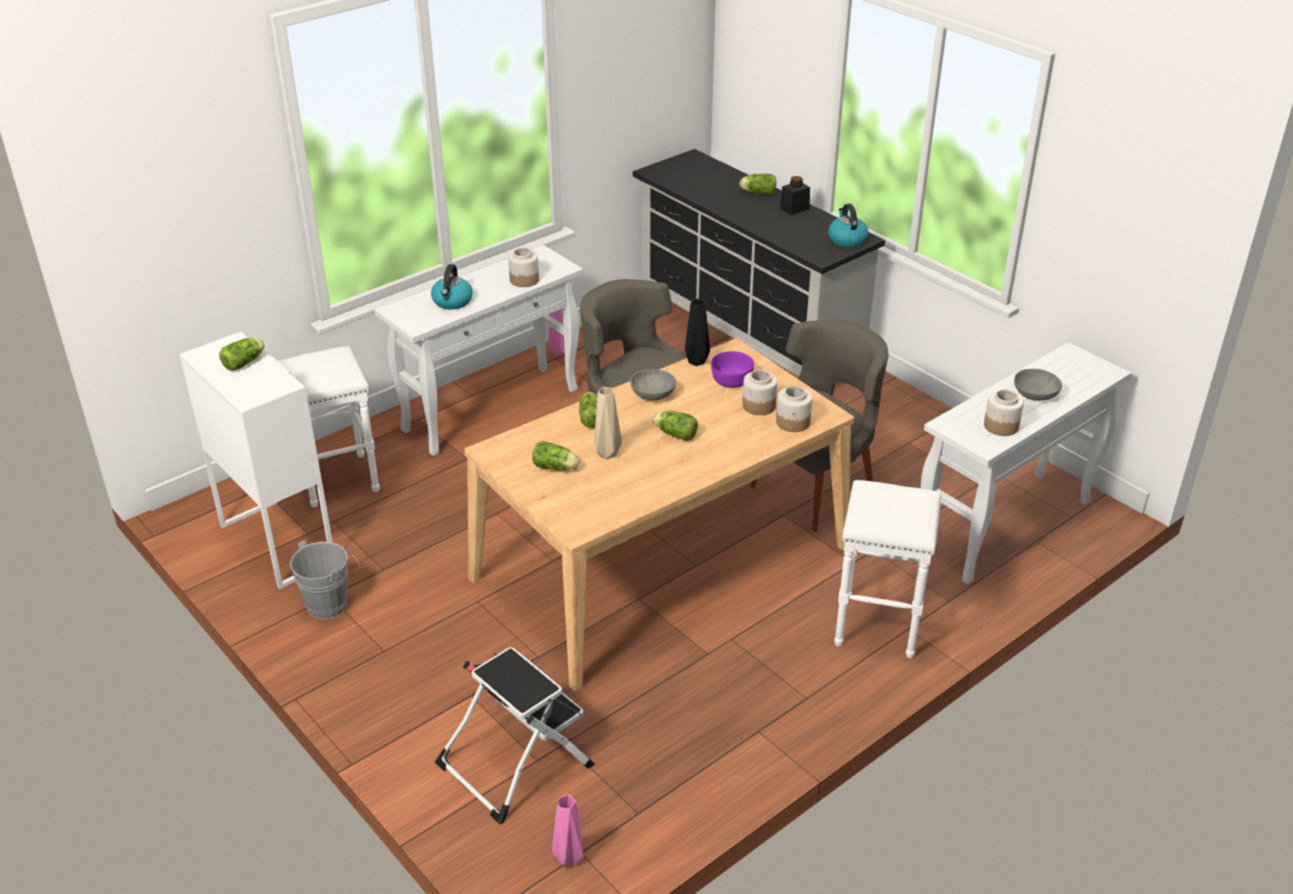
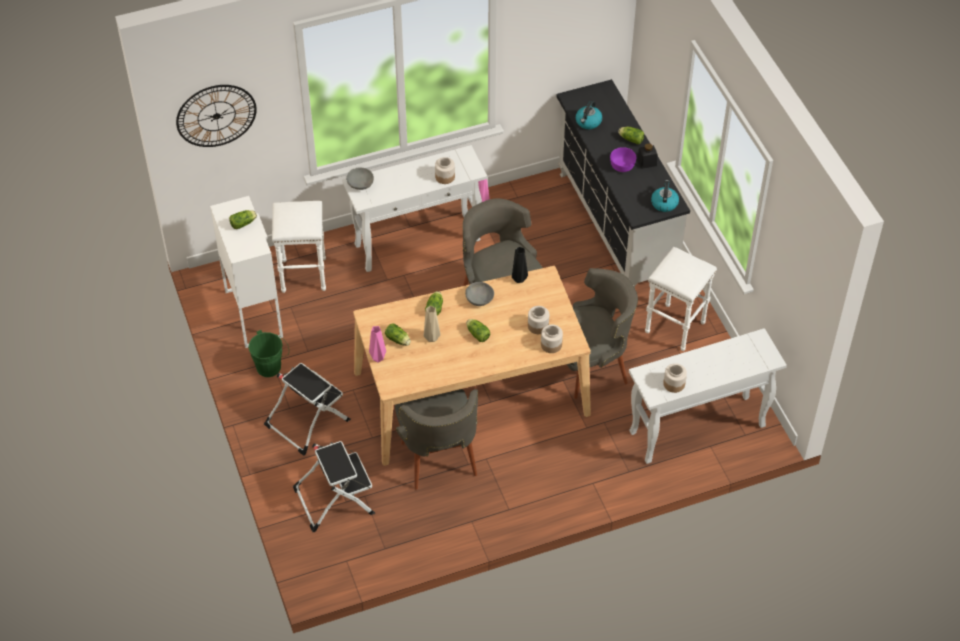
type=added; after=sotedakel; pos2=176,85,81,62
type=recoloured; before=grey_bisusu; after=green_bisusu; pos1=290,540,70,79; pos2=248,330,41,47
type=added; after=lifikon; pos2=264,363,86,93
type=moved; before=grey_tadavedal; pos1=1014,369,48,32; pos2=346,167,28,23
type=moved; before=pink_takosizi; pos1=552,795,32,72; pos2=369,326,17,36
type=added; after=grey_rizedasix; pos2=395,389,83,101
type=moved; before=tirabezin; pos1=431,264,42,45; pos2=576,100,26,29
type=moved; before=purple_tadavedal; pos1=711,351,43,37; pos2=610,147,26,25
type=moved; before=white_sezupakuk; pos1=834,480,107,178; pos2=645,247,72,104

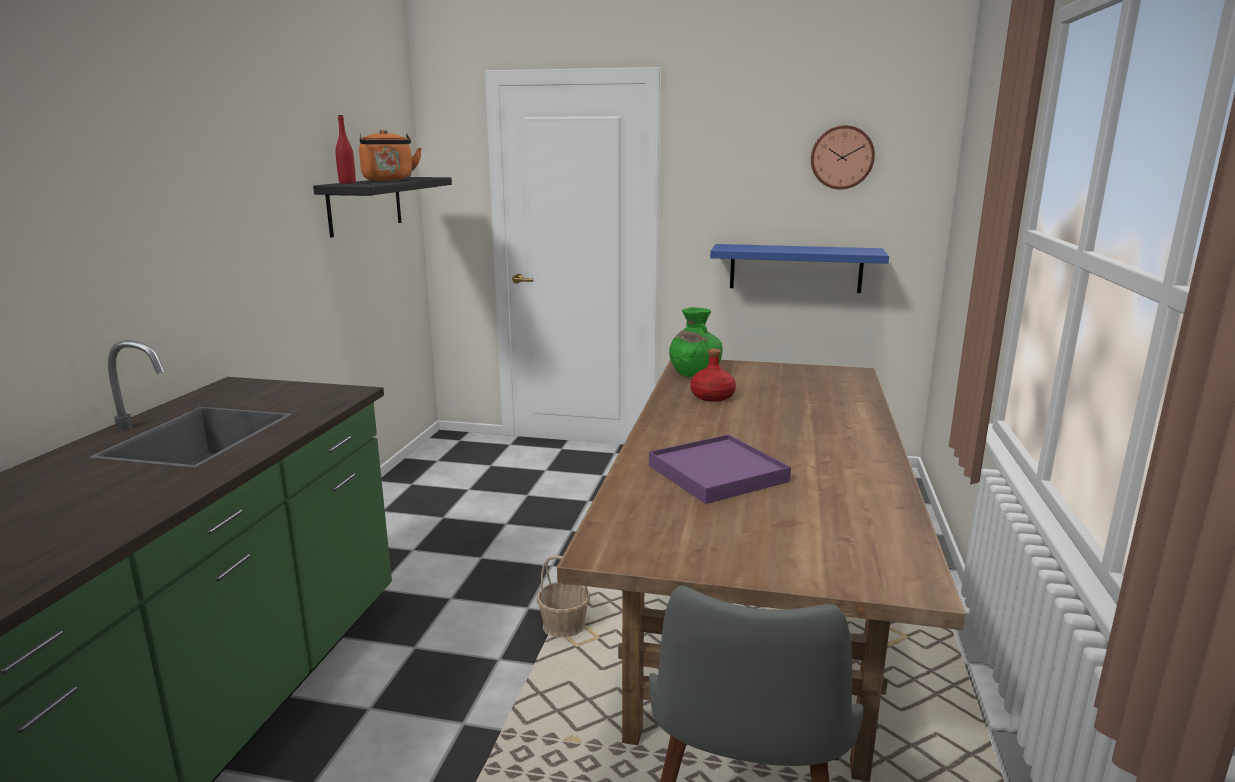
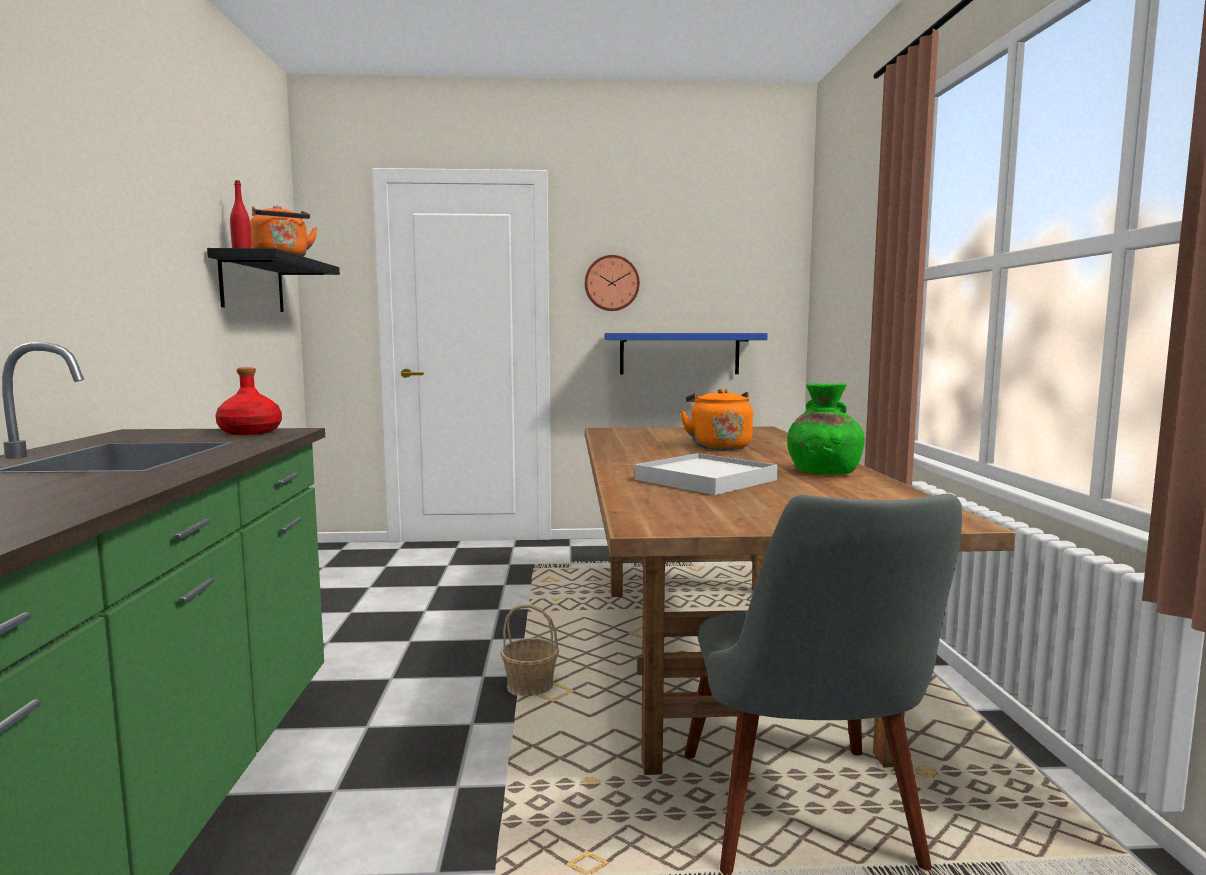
type=moved; before=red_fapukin; pos1=690,349,46,53; pos2=215,367,67,68
type=moved; before=sotedakel; pos1=811,125,64,64; pos2=585,255,55,56
type=recoloured; before=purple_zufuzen; after=white_zufuzen; pos1=649,434,142,70; pos2=635,453,142,42
type=added; after=orange_tirabezin; pos2=680,388,73,62
type=moved; before=green_takosizi; pos1=669,307,54,70; pos2=787,383,77,92

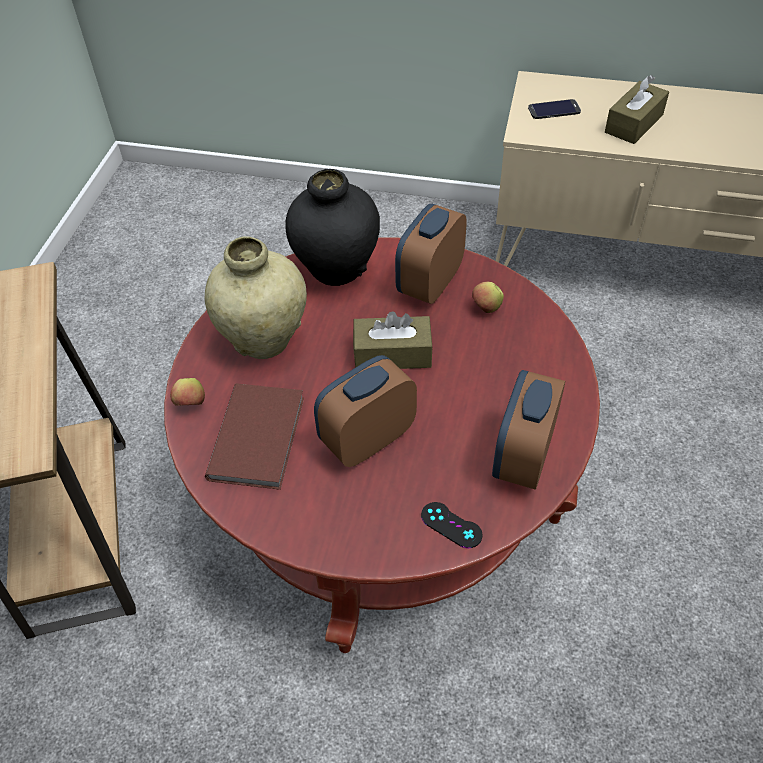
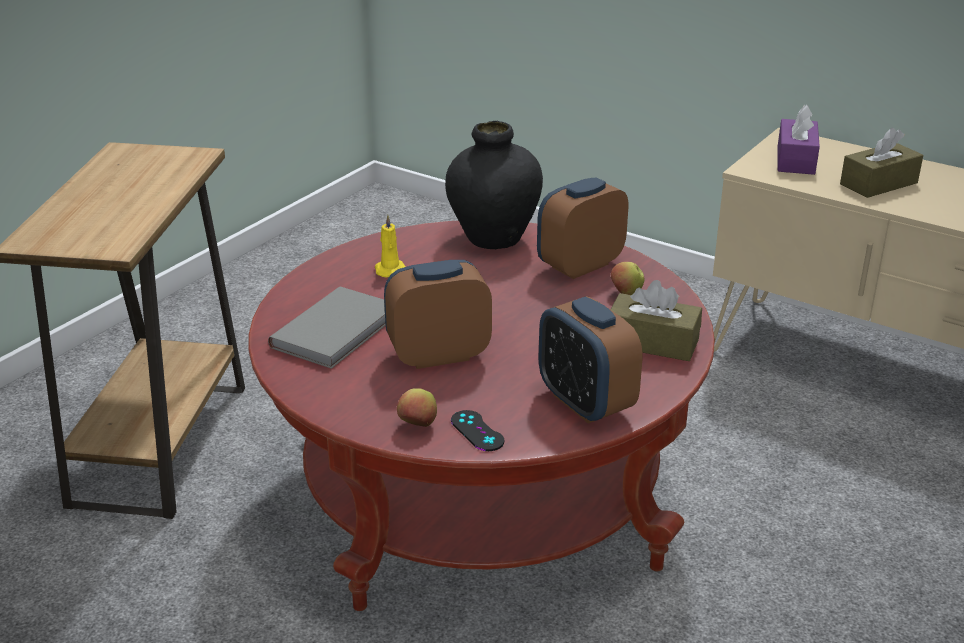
type=recoloured; before=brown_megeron; after=grey_megeron; pos1=205,384,99,106; pos2=268,286,118,83
type=replaced; before=beige_takosizi; after=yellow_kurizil; pos1=205,236,102,123; pos2=375,215,31,63
type=moved; before=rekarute; pos1=170,378,35,28; pos2=396,388,41,39
type=turned; before=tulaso; pos1=492,370,73,120; pos2=539,296,103,128; turn=-75
type=moved; before=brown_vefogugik; pos1=353,311,80,58; pos2=610,280,92,81
type=replaced; before=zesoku; after=purple_vefogugik; pos1=528,99,53,20; pos2=778,105,42,70

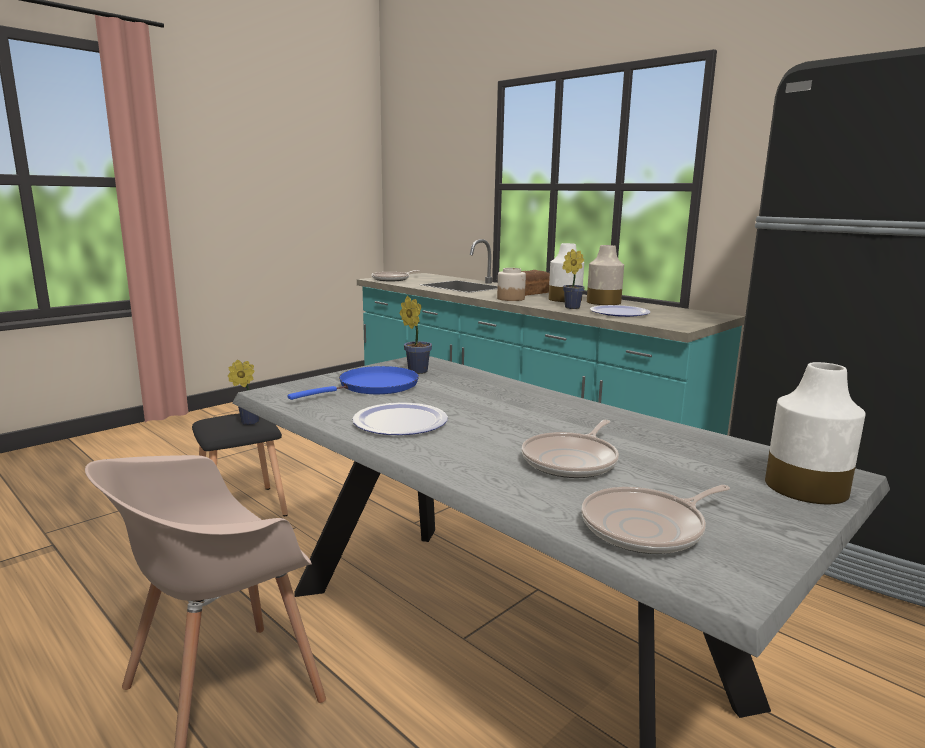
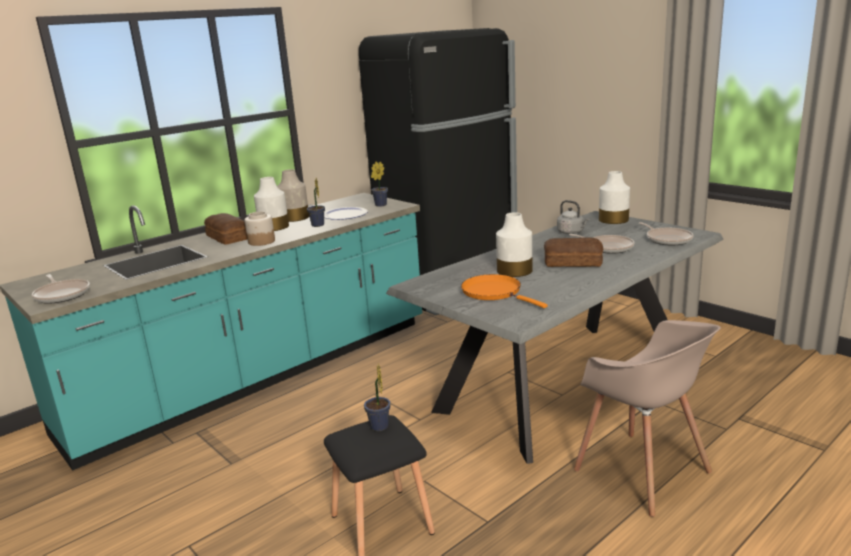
type=moved; before=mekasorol; pos1=399,296,33,78; pos2=371,162,17,45
type=recoloured; before=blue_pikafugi; after=orange_pikafugi; pos1=288,366,131,34; pos2=461,274,86,34
type=added; after=white_takosizi; pos2=496,212,36,65
type=added; after=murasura; pos2=544,237,59,30
type=added; after=grey_tirabezin; pos2=557,200,32,34
type=removed; before=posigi; pos1=352,402,96,33

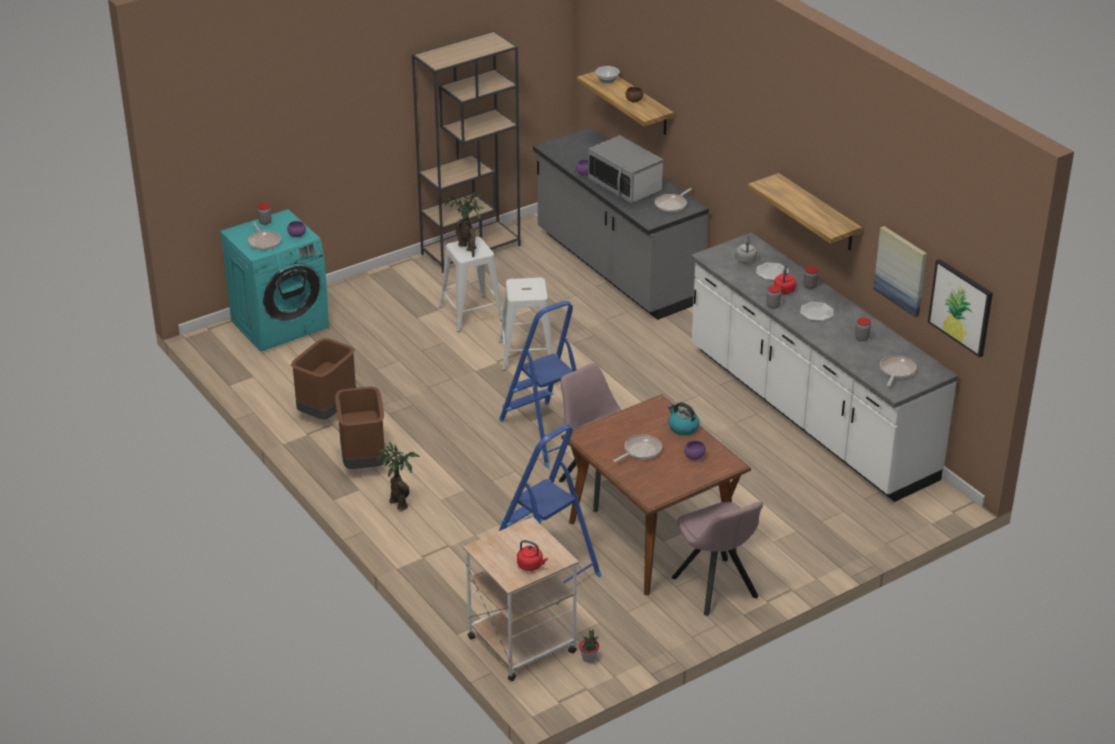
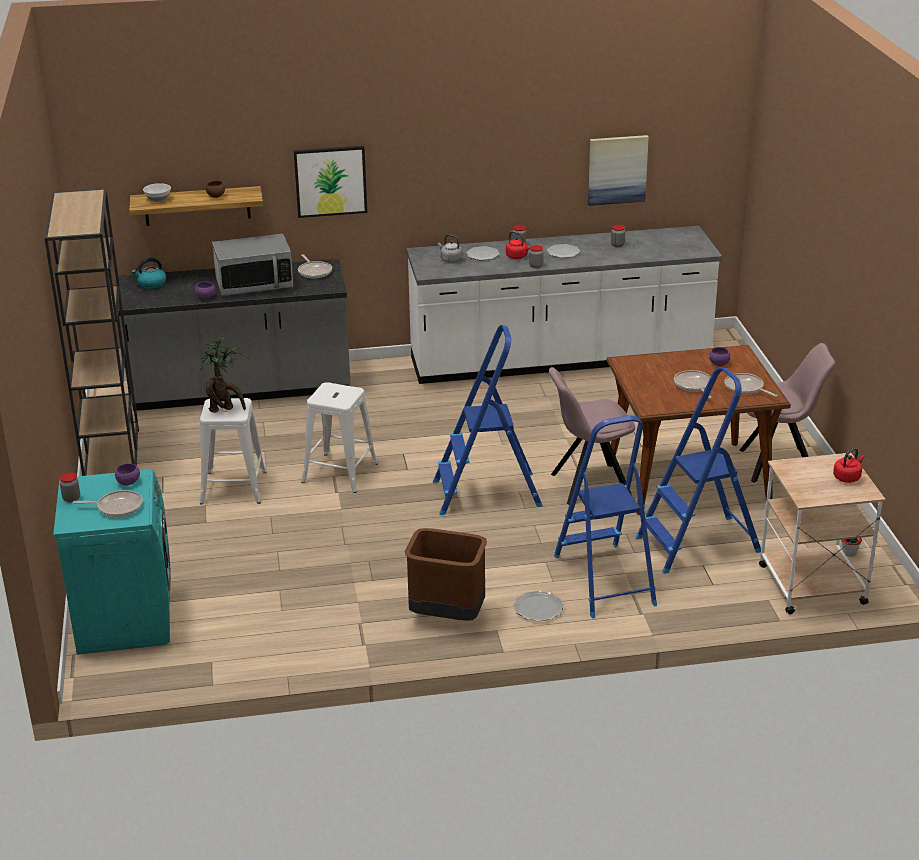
type=moved; before=tirabezin; pos1=668,402,32,33; pos2=132,258,34,31
type=moved; before=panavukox; pos1=928,259,65,98; pos2=293,146,74,72
type=replaced; before=mekasorol; after=posigi; pos1=375,441,45,70; pos2=514,591,50,30
type=added; after=blue_lifikon; pos2=554,415,103,203
type=moved; before=pikafugi; pos1=880,355,36,31; pos2=725,373,53,24
type=removed; before=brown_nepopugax; pos1=291,338,65,82
type=removed; before=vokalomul; pos1=748,173,114,78

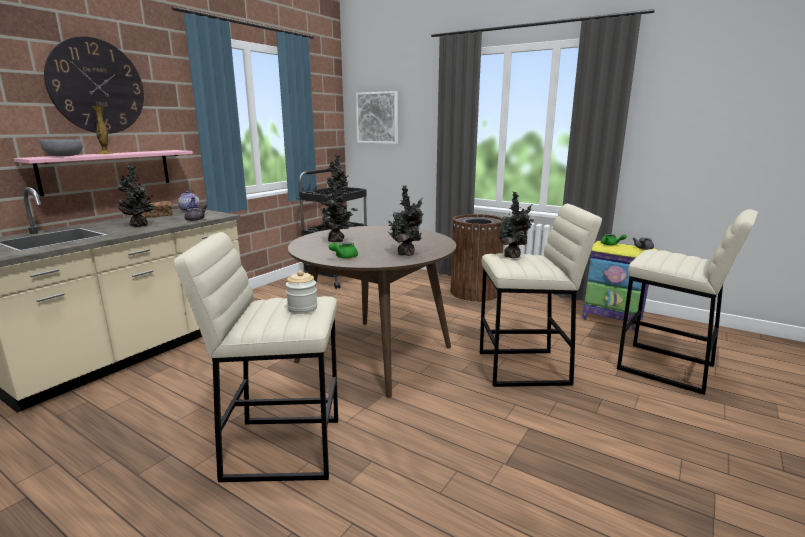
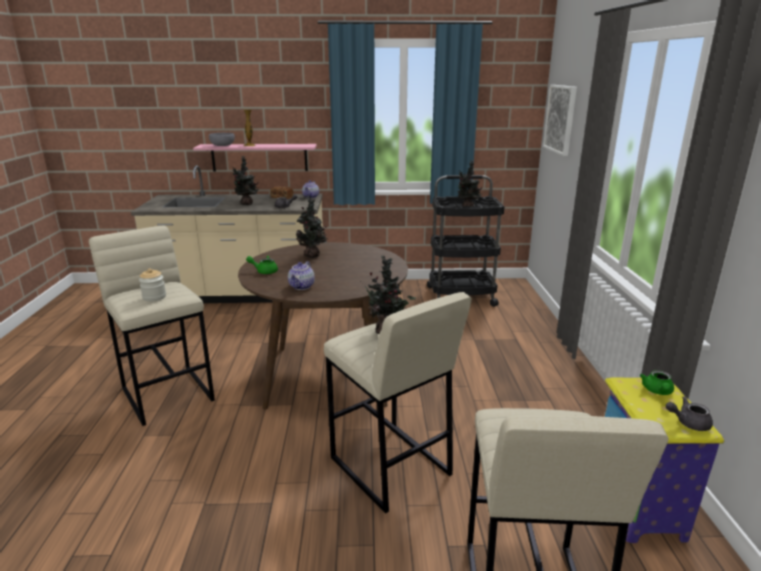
type=replaced; before=mekasorol; after=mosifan; pos1=387,185,37,71; pos2=288,261,27,29
type=removed; before=sotedakel; pos1=44,36,100,98
type=removed; before=brown_nepopugax; pos1=451,214,53,87

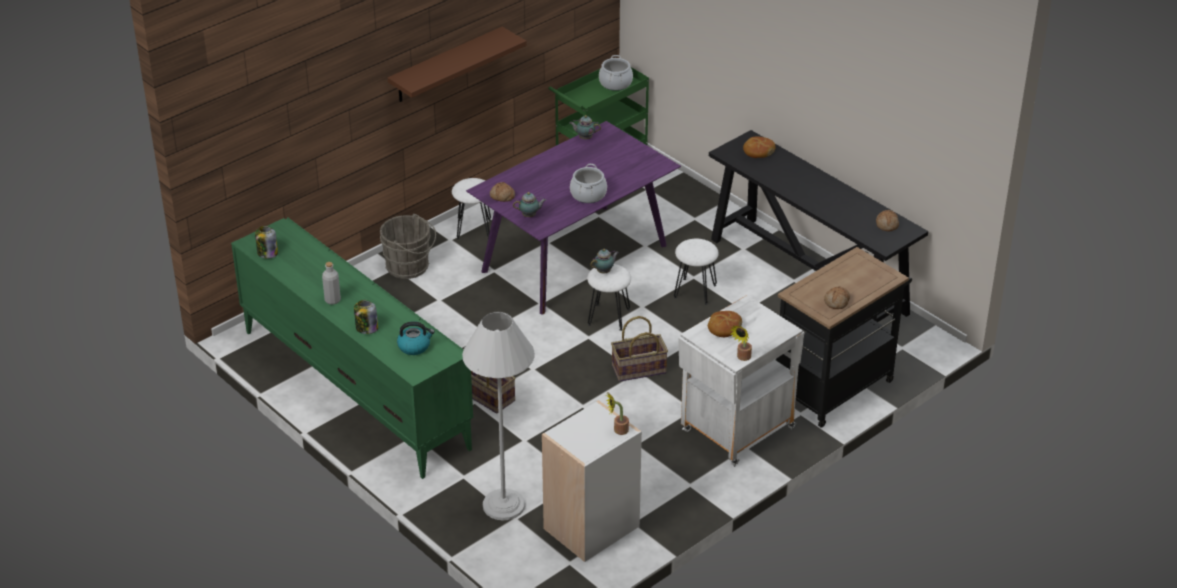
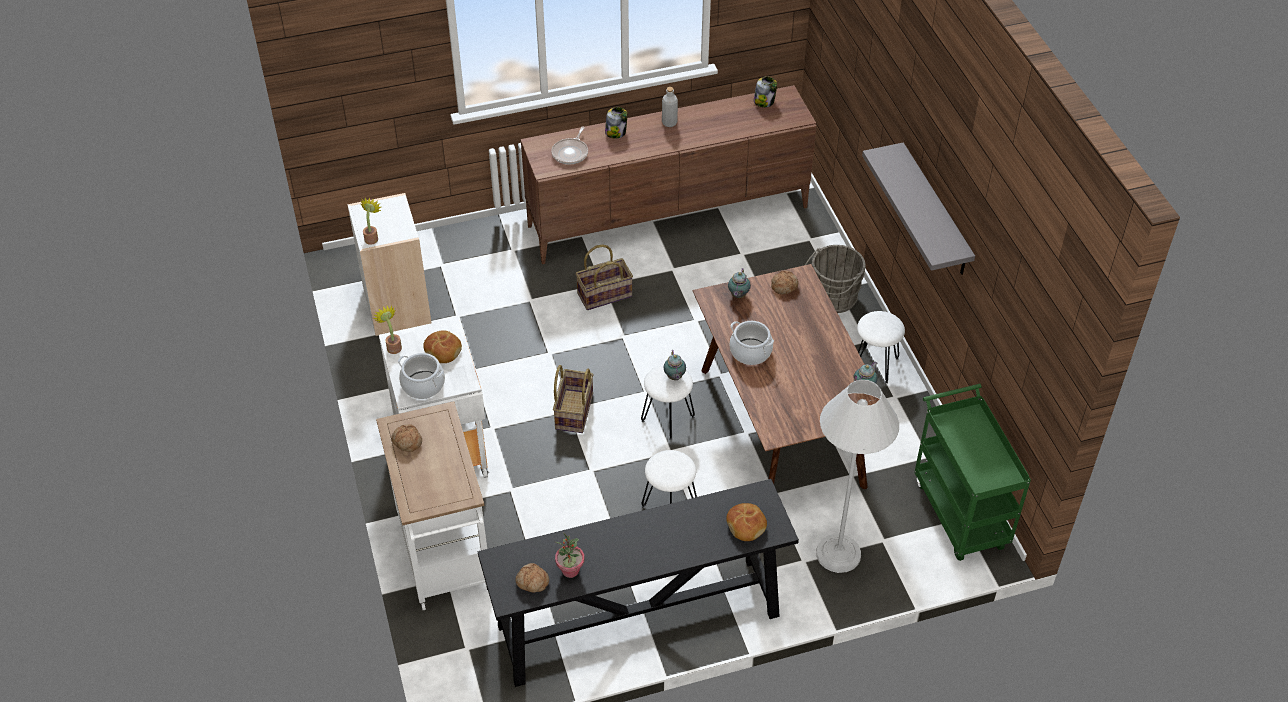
type=recoloured; before=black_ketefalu; after=white_ketefalu; pos1=776,247,136,181; pos2=376,401,113,209
type=moved; before=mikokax; pos1=599,55,34,36; pos2=398,353,47,46
type=recoloured; before=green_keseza; after=brown_keseza; pos1=231,217,242,262; pos2=520,85,296,179
type=replaced; before=tirabezin; after=pikafugi; pos1=397,321,38,34; pos2=551,126,37,38
type=added; after=mekasorol; pos2=555,532,30,46
type=recoloured; before=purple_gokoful; after=brown_gokoful; pos1=466,121,215,194; pos2=693,264,186,225
type=moved; before=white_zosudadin; pos1=462,312,73,208; pos2=816,379,83,194
type=recoloured; before=brown_vokalomul; after=grey_vokalomul; pos1=388,27,139,75; pos2=862,142,113,133

